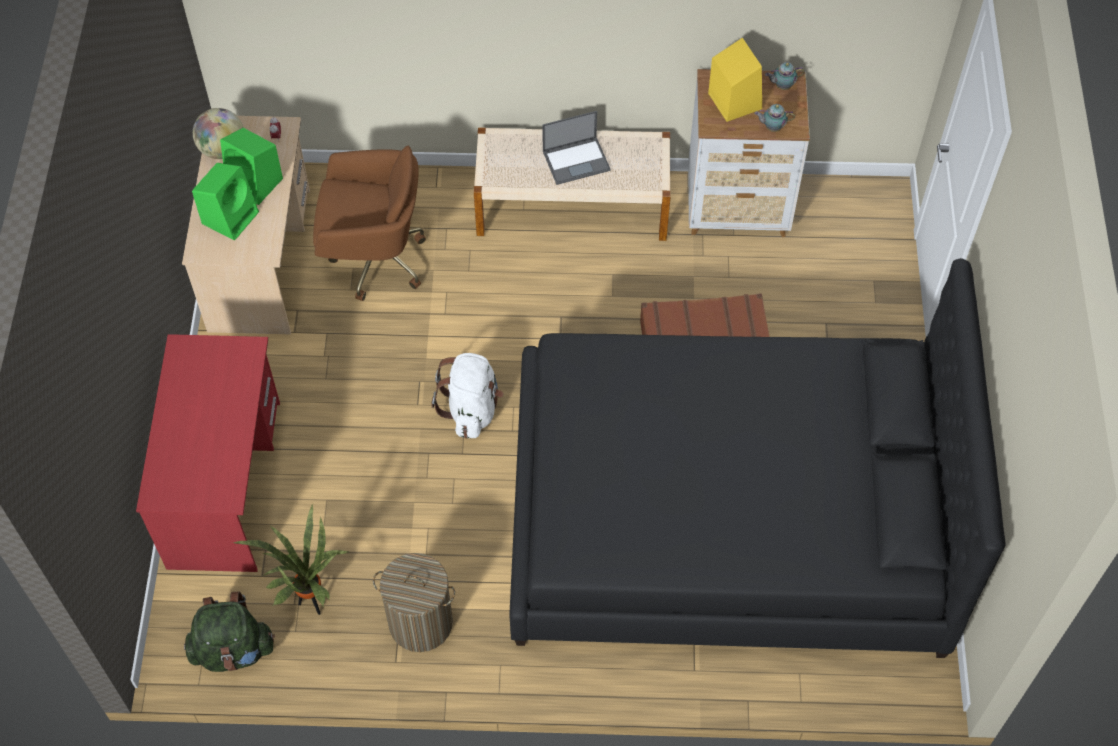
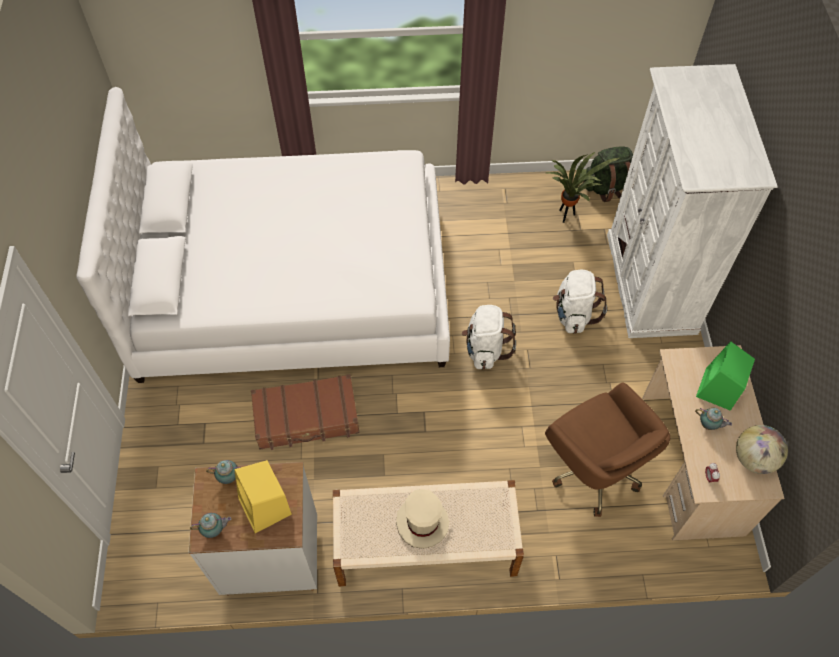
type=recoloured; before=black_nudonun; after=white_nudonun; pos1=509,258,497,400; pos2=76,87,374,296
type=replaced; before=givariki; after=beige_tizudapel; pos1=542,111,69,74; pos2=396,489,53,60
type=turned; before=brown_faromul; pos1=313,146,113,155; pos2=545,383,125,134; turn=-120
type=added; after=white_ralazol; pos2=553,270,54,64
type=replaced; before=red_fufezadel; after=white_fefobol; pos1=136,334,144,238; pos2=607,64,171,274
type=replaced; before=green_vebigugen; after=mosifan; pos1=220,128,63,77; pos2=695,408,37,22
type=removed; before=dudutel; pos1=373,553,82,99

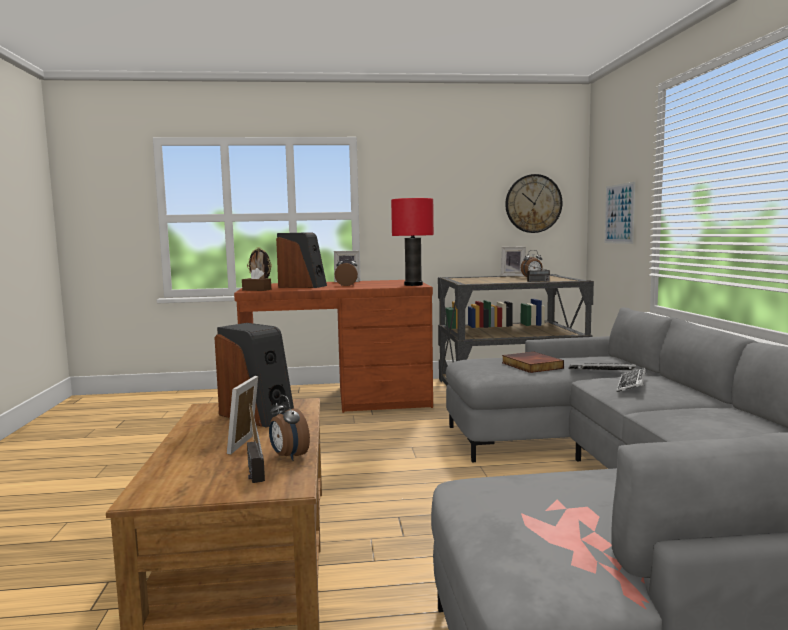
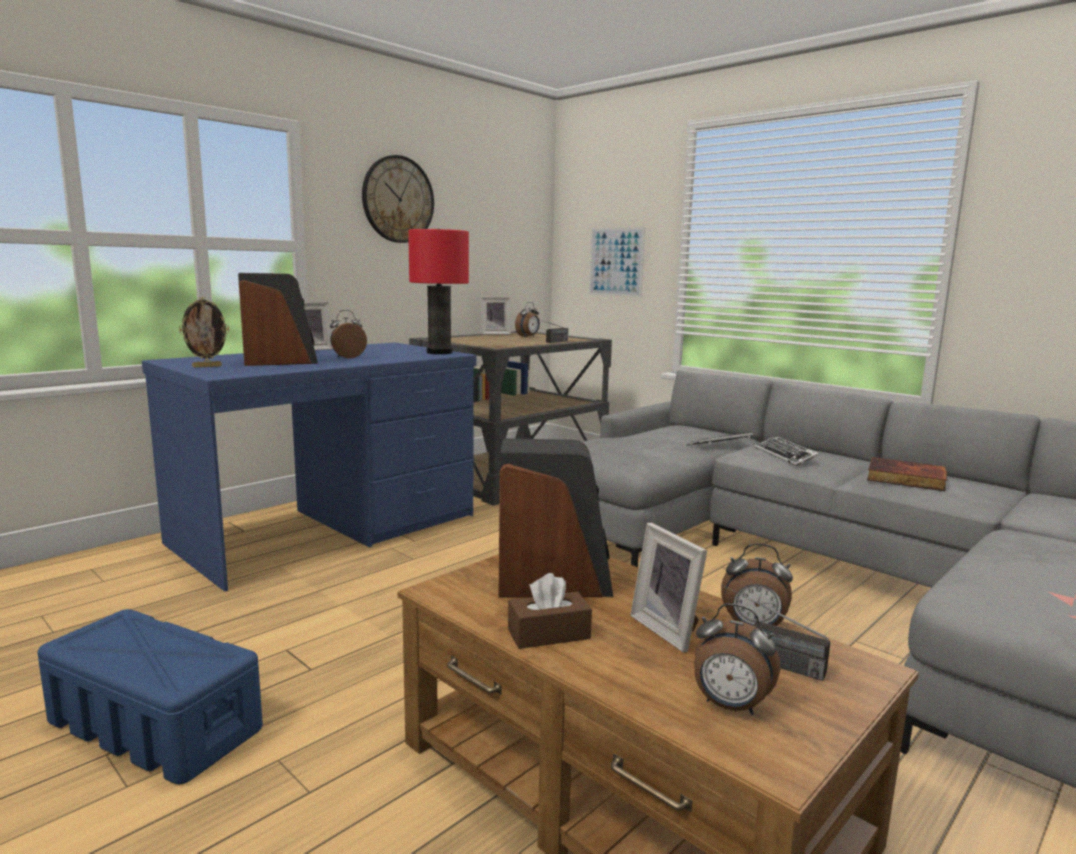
type=added; after=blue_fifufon; pos2=37,609,226,175
type=recoloured; before=brown_fufezadel; after=blue_fufezadel; pos1=234,280,199,133; pos2=142,342,335,250
type=moved; before=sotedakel; pos1=505,174,58,59; pos2=362,155,72,88
type=moved; before=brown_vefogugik; pos1=242,268,29,23; pos2=508,573,84,76
type=added; after=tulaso; pos2=694,603,86,112
type=moved; before=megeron; pos1=502,352,62,21; pos2=867,457,80,34

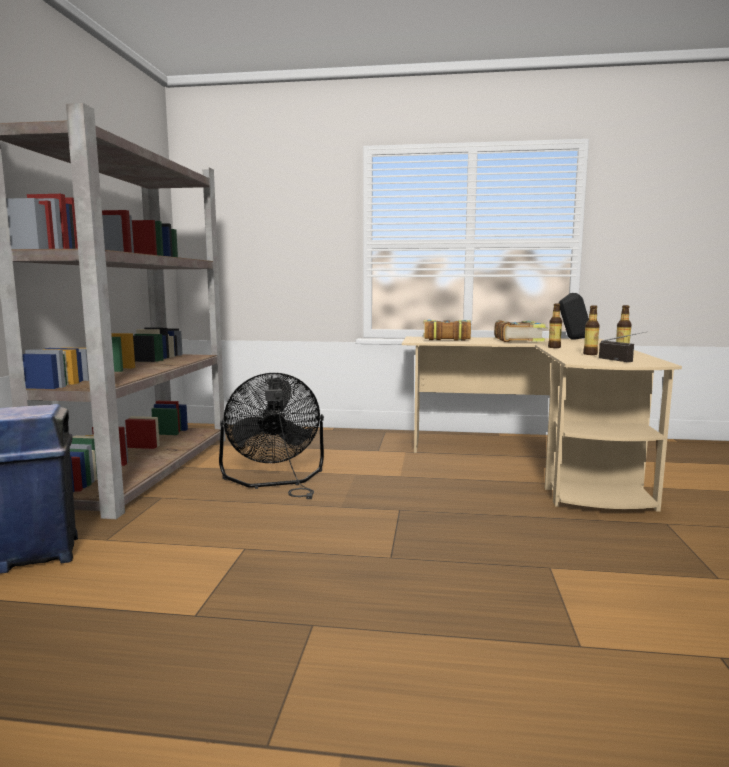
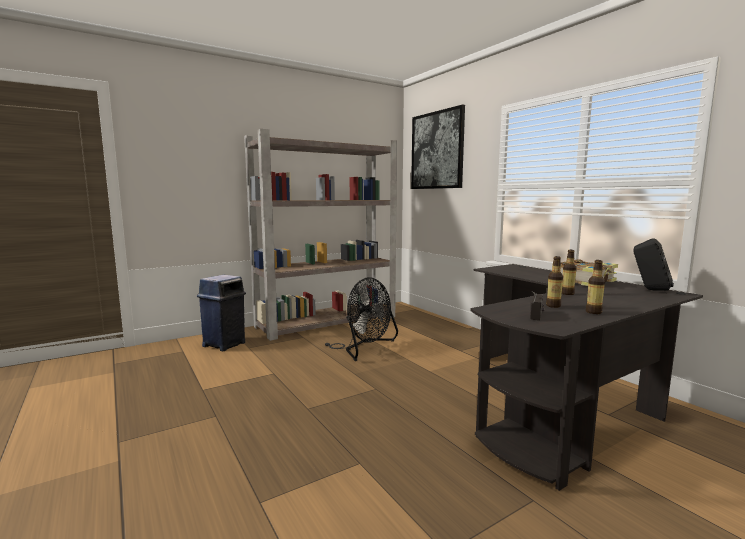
type=turned; before=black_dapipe; pos1=219,373,105,126; pos2=325,277,73,84; turn=90
type=added; after=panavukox; pos2=411,105,54,84
type=recoloured; before=beige_fufezadel; after=black_fufezadel; pos1=402,337,280,175; pos2=471,264,232,227
type=removed; before=megeron; pos1=423,320,48,21

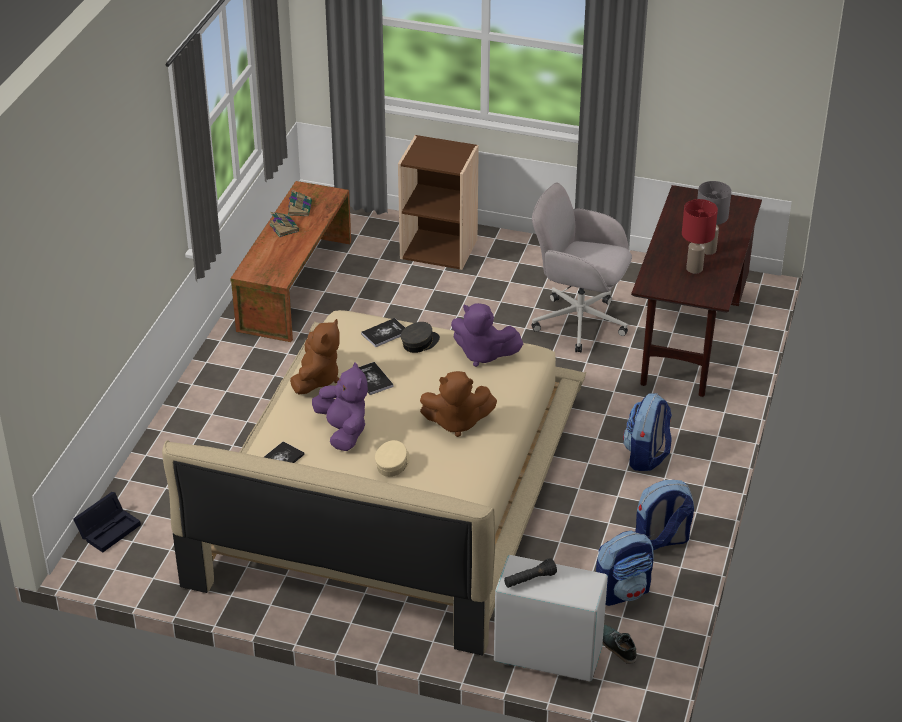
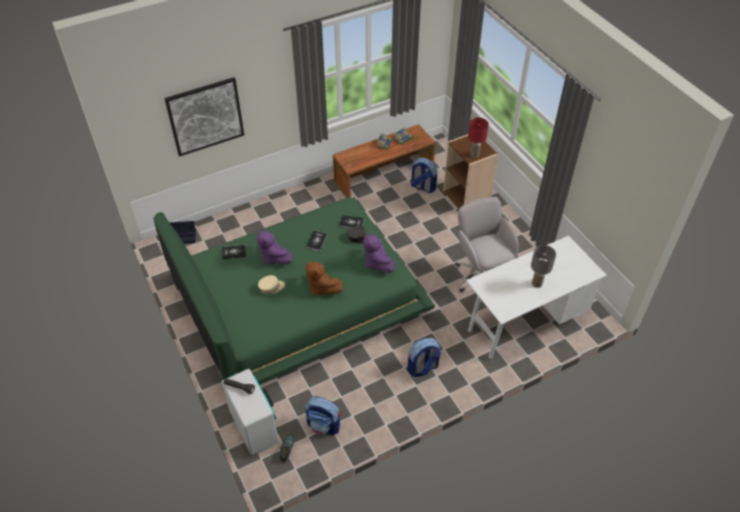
type=recoloured; before=beige_nudonun; after=green_nudonun; pos1=162,310,424,346; pos2=154,198,281,187
type=added; after=panavukox; pos2=164,77,80,80
type=turned; before=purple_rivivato; pos1=312,362,56,89; pos2=257,230,35,35; turn=120
type=moved; before=ralazol; pos1=635,480,59,70; pos2=411,158,26,35
type=recoloured; before=brown_fufezadel; after=white_fufezadel; pos1=631,185,131,212; pos2=466,236,141,123
type=moved; before=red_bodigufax; pos1=682,199,36,75; pos2=468,118,21,40
type=removed; before=brown_rivivato; pos1=290,319,50,75

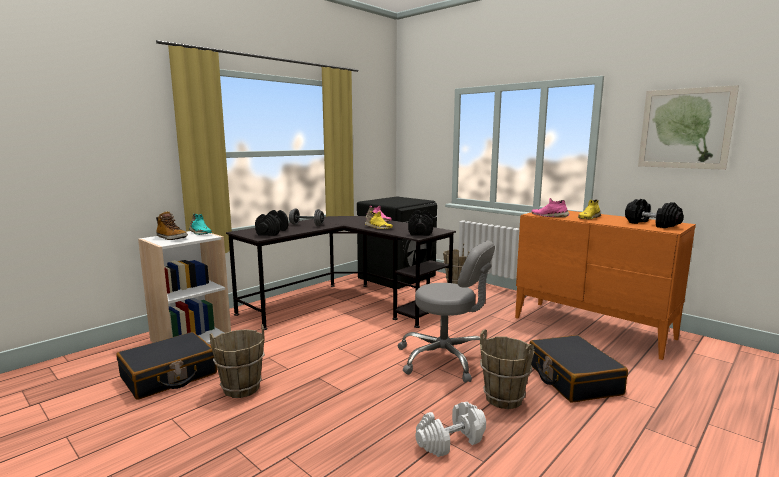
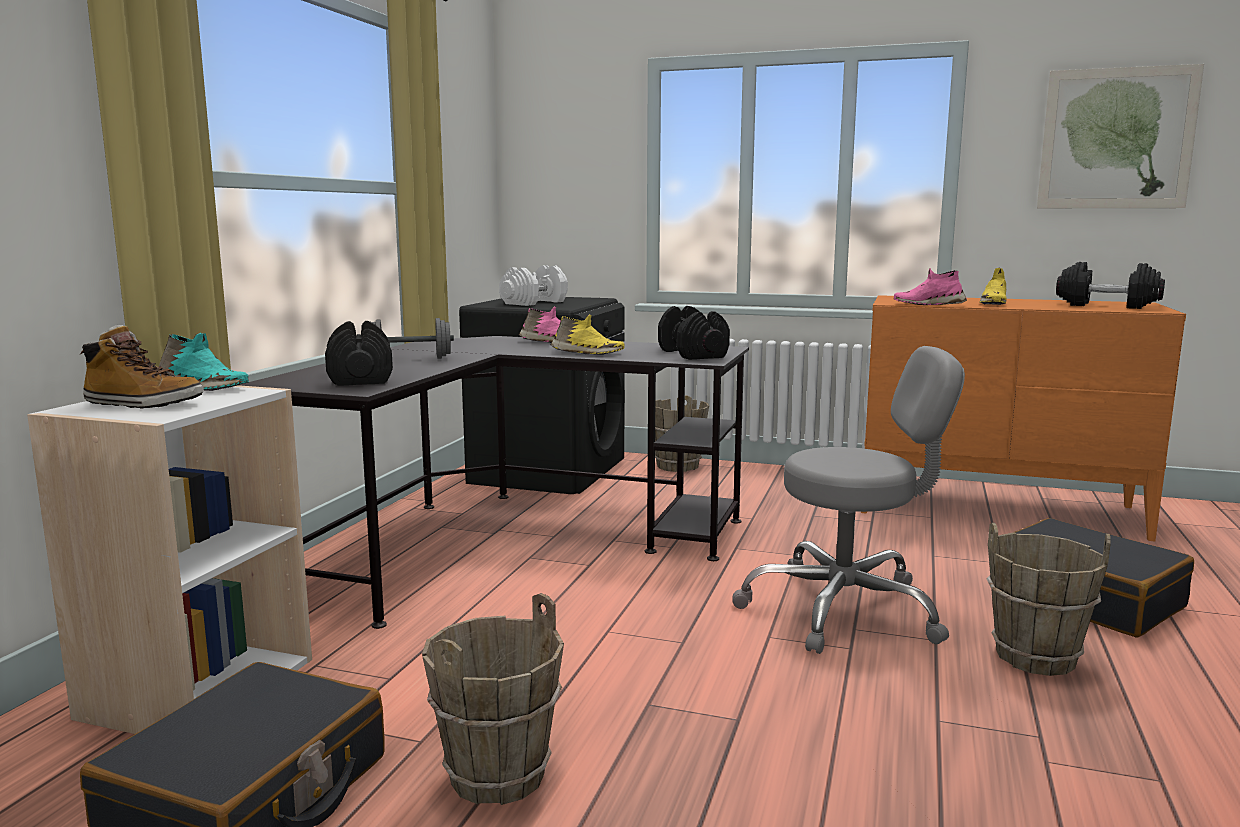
type=moved; before=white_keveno; pos1=415,402,71,55; pos2=499,265,69,41

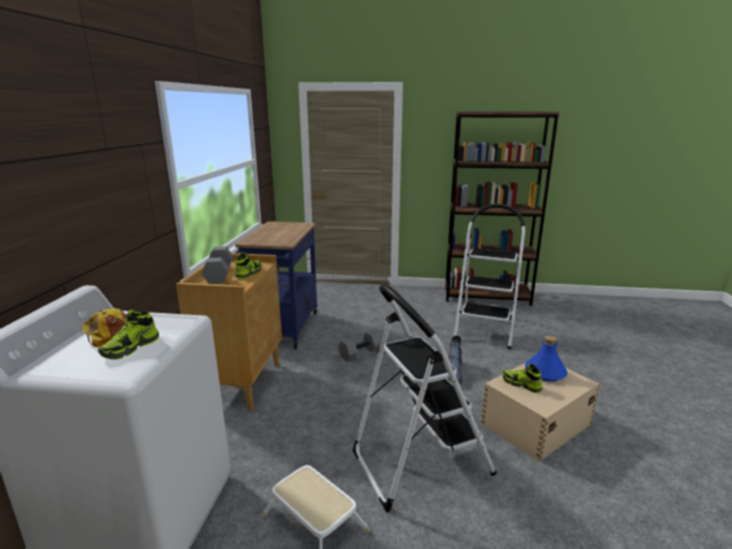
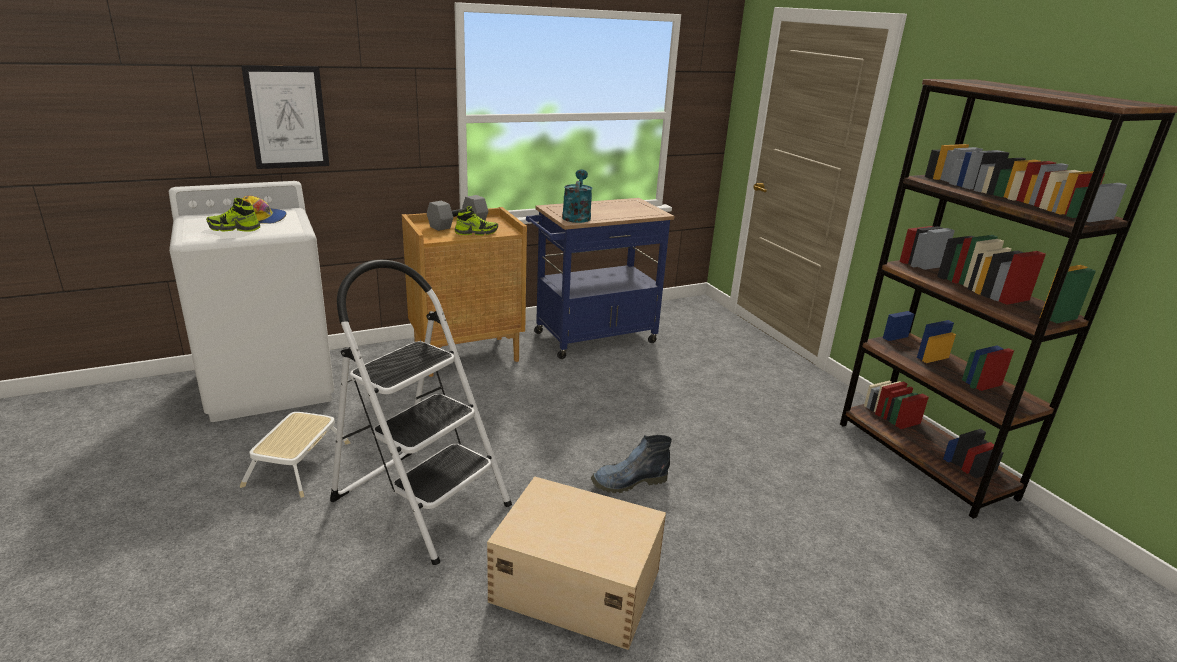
type=added; after=panavukox; pos2=241,65,88,104
type=added; after=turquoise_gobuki; pos2=562,169,31,54
type=removed; before=grey_keveno; pos1=338,330,44,31
type=removed; before=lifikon; pos1=454,204,71,145
type=removed; before=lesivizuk; pos1=503,364,40,29
type=removed; before=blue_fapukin; pos1=525,336,43,45

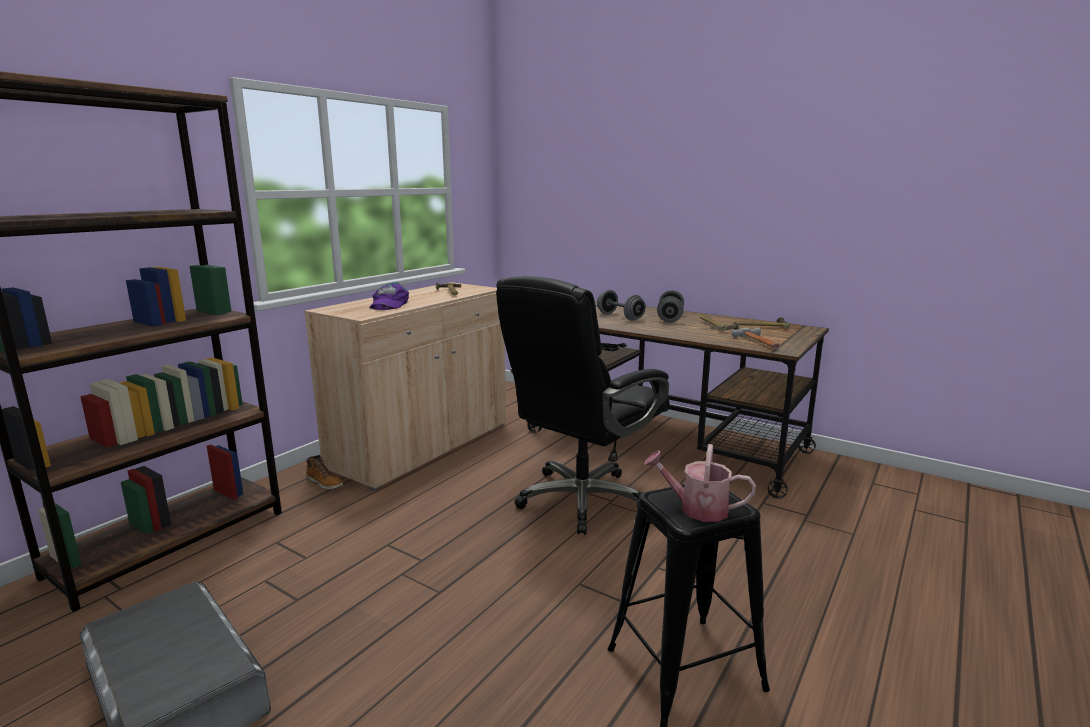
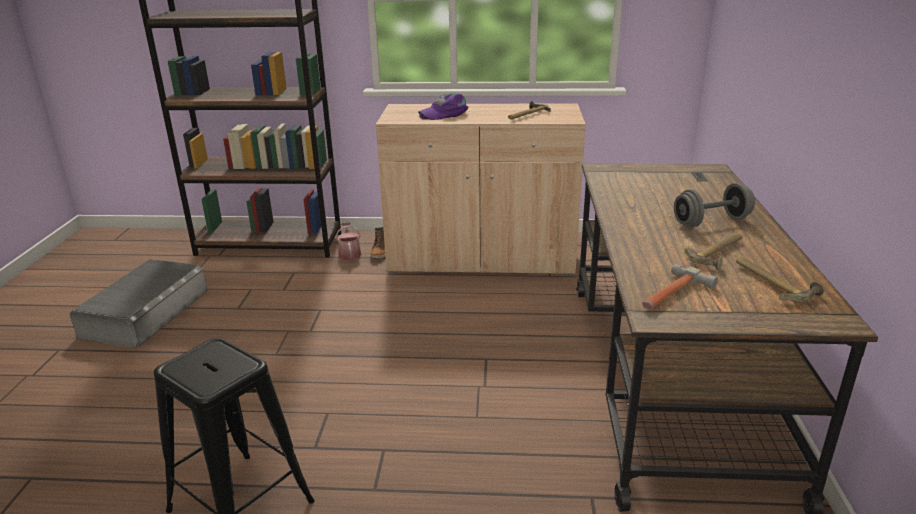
type=moved; before=gobuki; pos1=644,444,112,78; pos2=336,222,25,38
type=removed; before=black_faromul; pos1=496,276,173,259
type=removed; before=grey_keveno; pos1=597,290,49,31

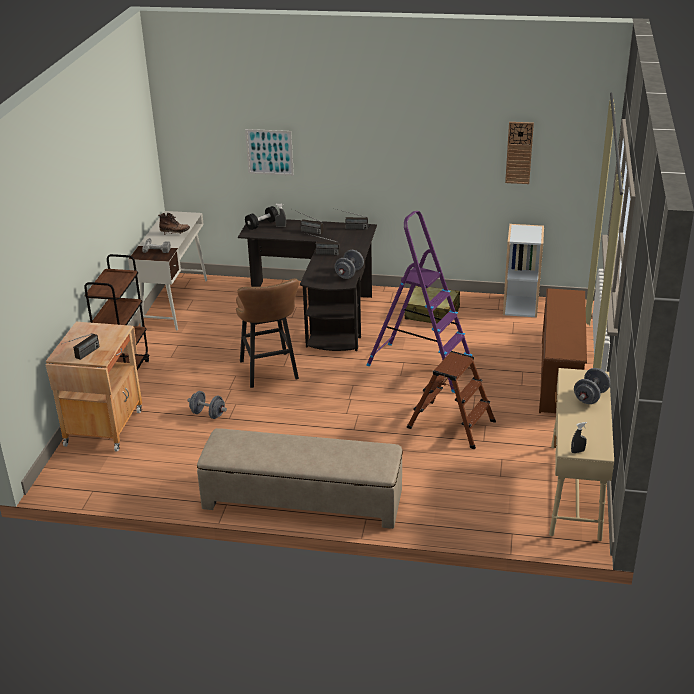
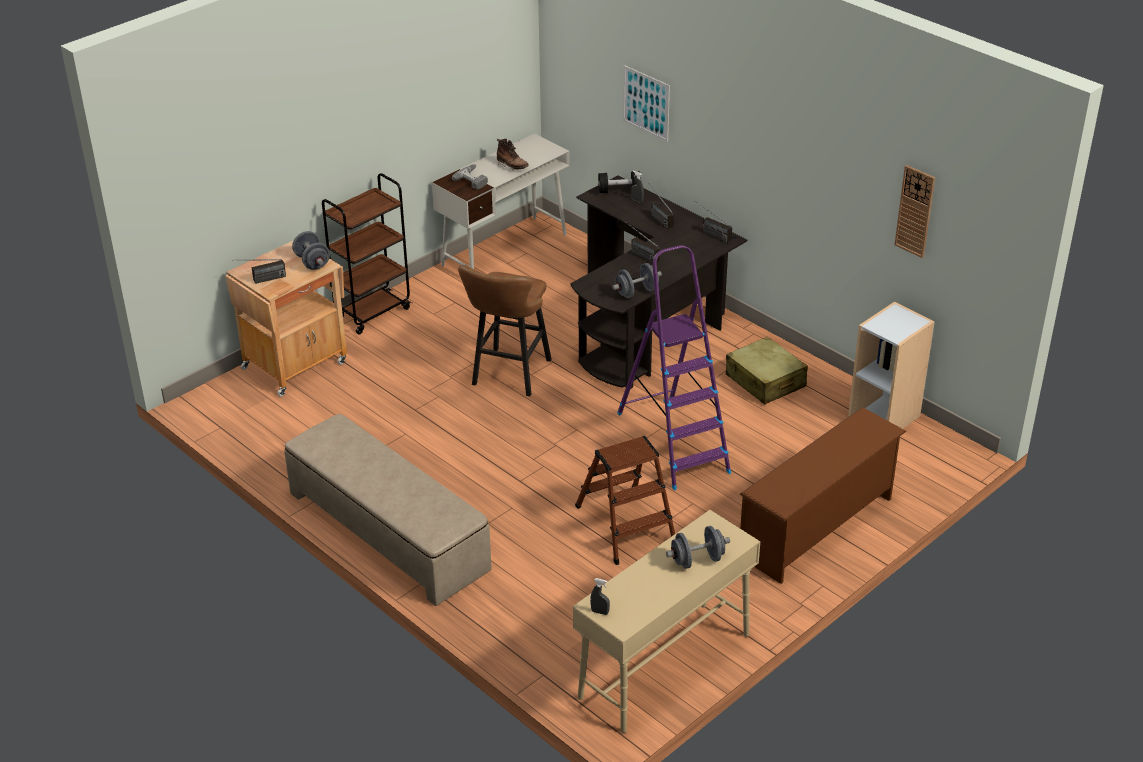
type=moved; before=grey_keveno; pos1=188,391,39,28; pos2=292,231,38,39

